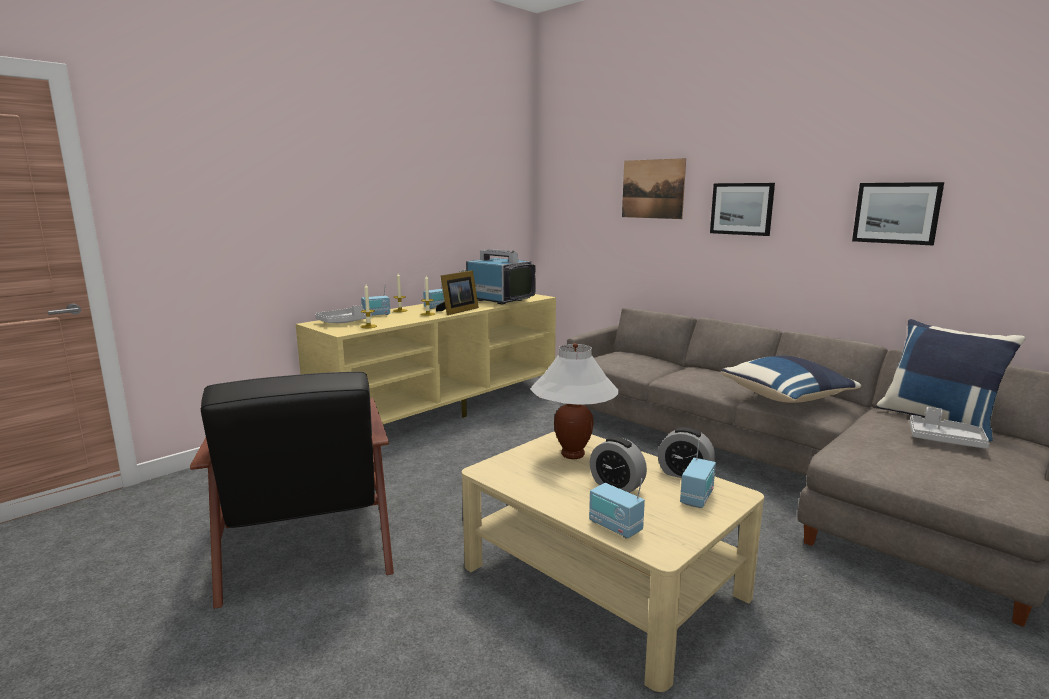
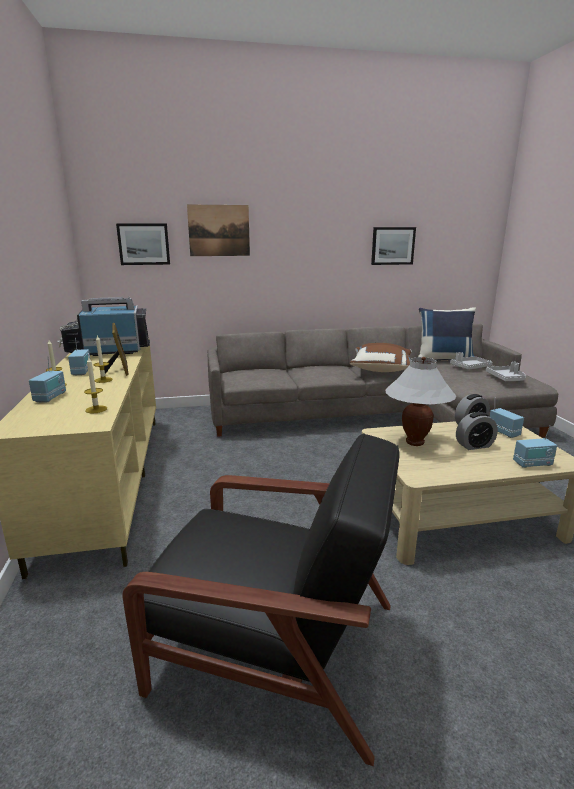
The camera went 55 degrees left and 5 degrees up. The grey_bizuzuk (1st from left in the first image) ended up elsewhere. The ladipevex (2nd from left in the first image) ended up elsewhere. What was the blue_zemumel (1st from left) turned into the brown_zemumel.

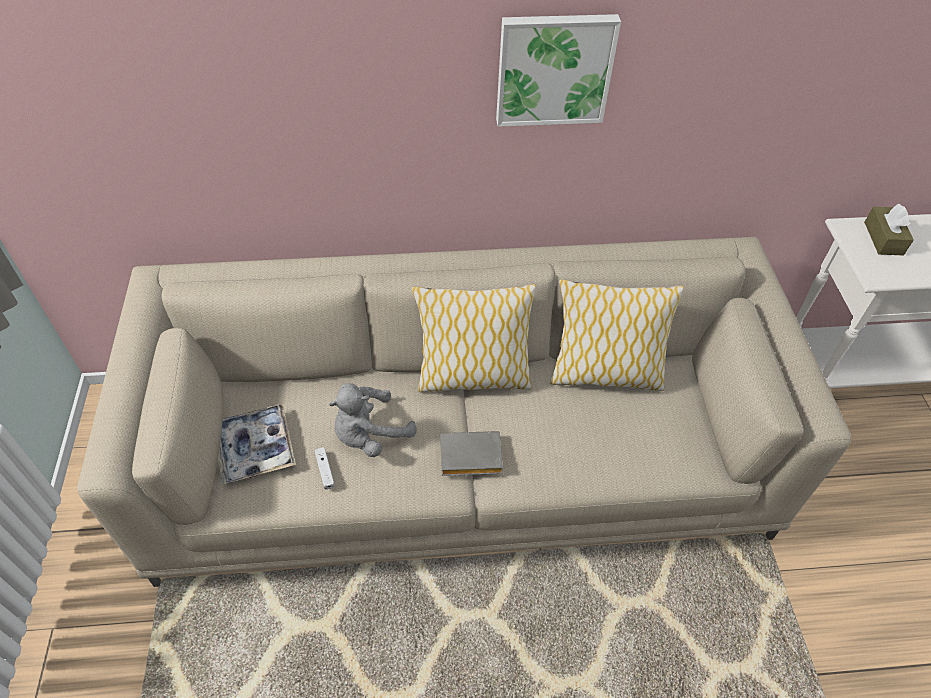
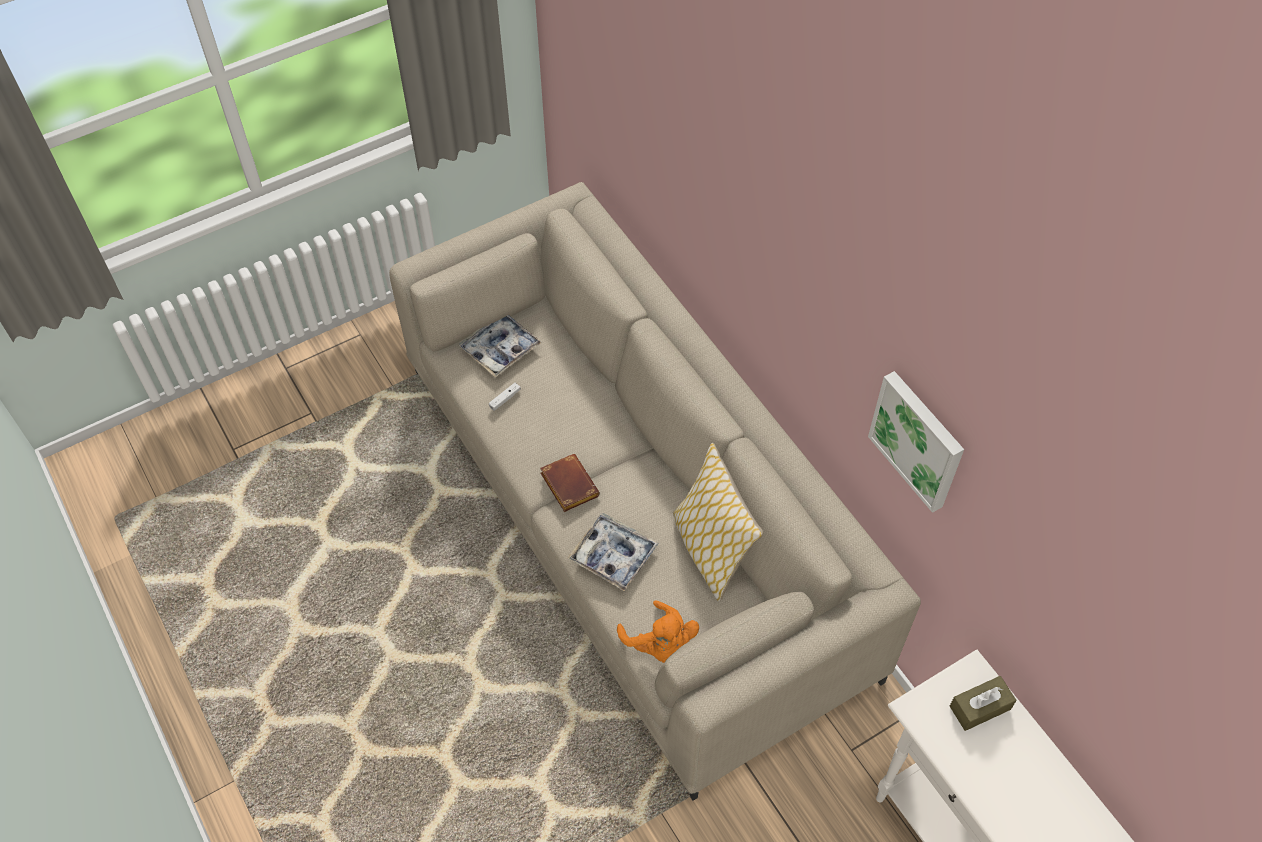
The camera went 65 degrees right and 5 degrees up. The second view lost the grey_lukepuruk. The second view lost the zemumel (1st from left). What was the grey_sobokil turned into the brown_sobokil. The ladipevex ended up elsewhere. The second view gained the bizuzuk (2nd from left). The second view gained the orange_lukepuruk.

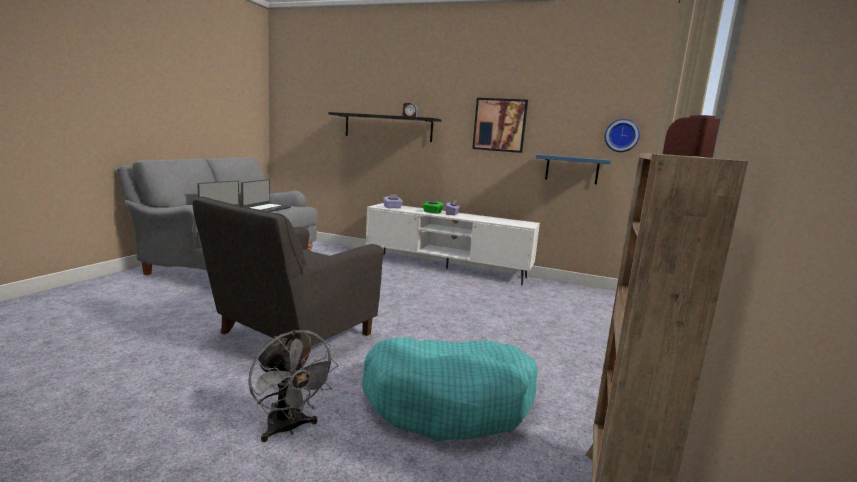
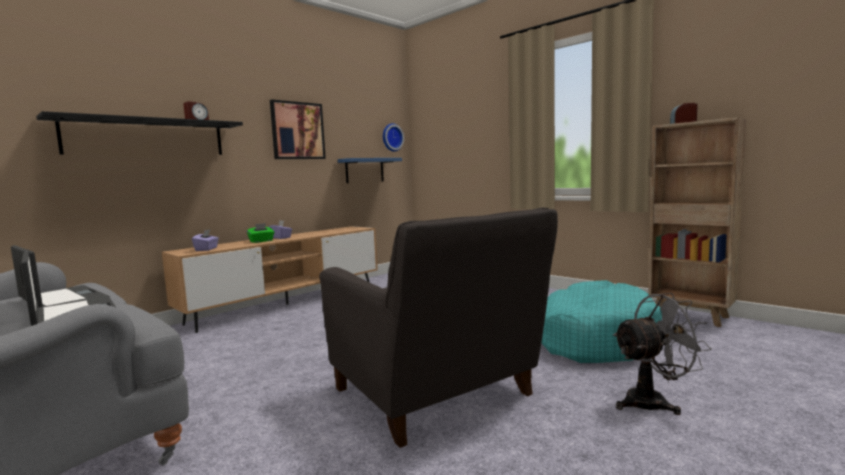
The camera went 65 degrees left and 5 degrees down. What was the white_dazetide turned into the brown_dazetide.

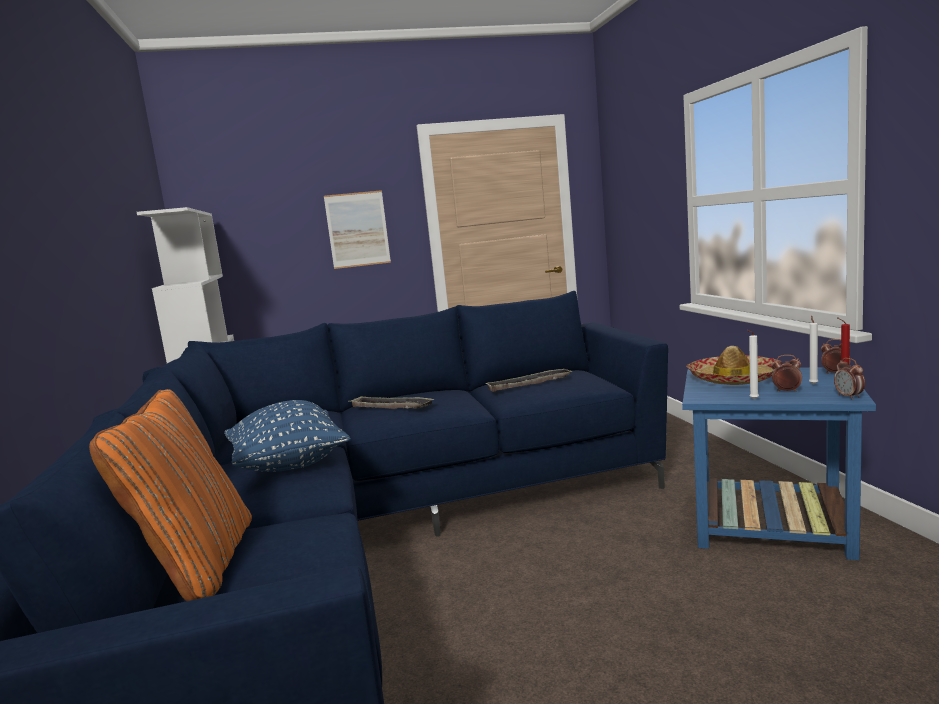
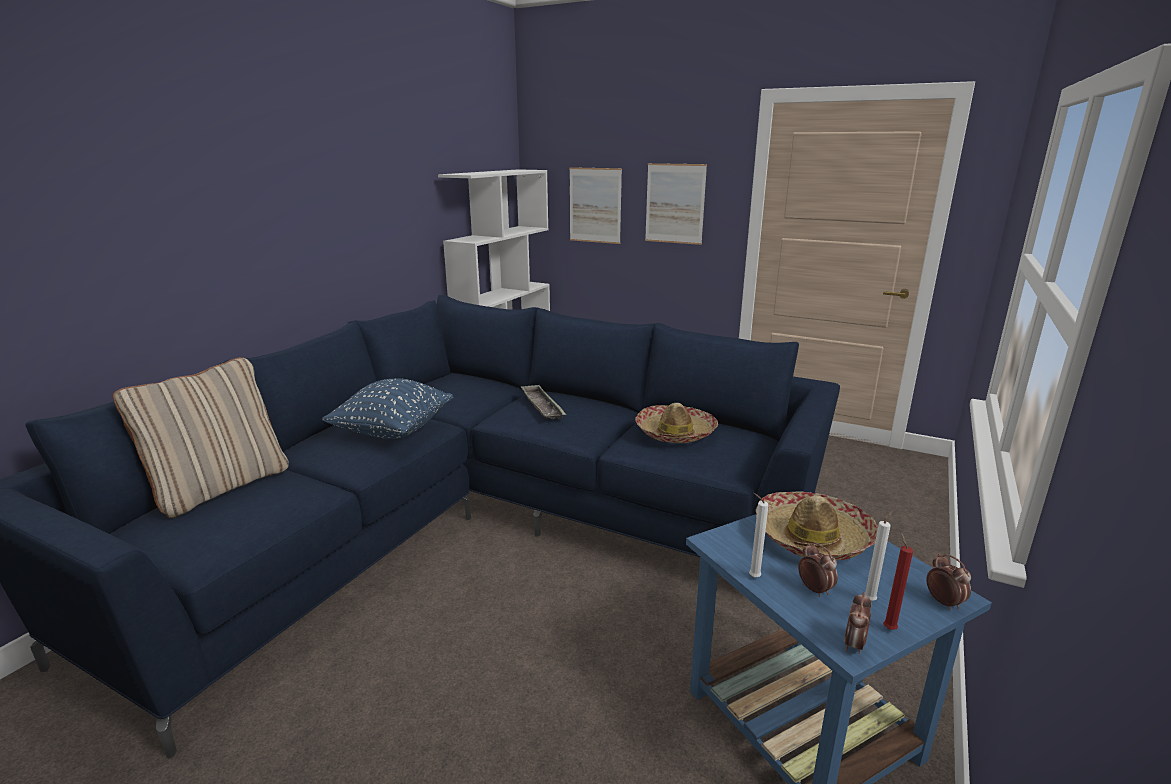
The camera went 40 degrees right and 10 degrees up. What was the orange_zemumel turned into the beige_zemumel. Where the bizuzuk (2nd from left) stood, the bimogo (1st from left) came to stand. The second view gained the ladipevex (1st from left).

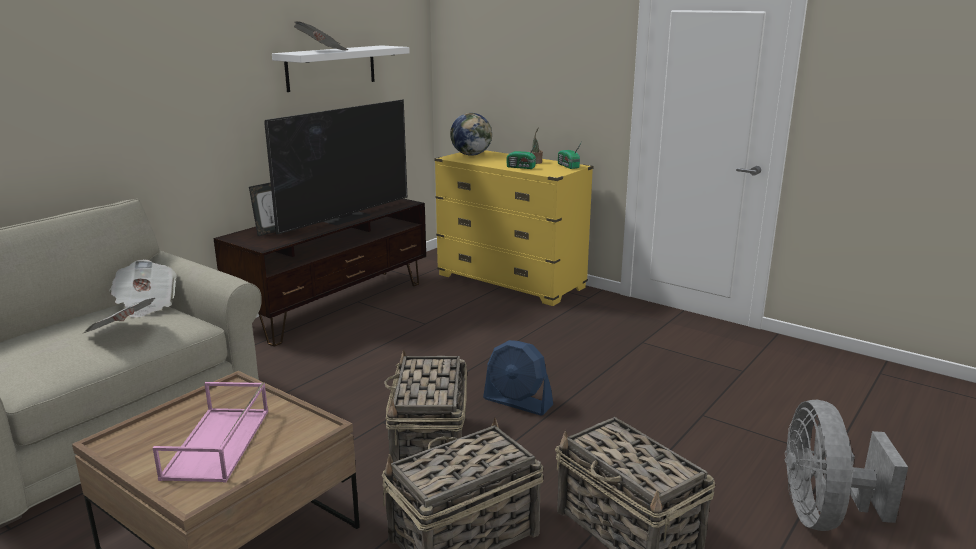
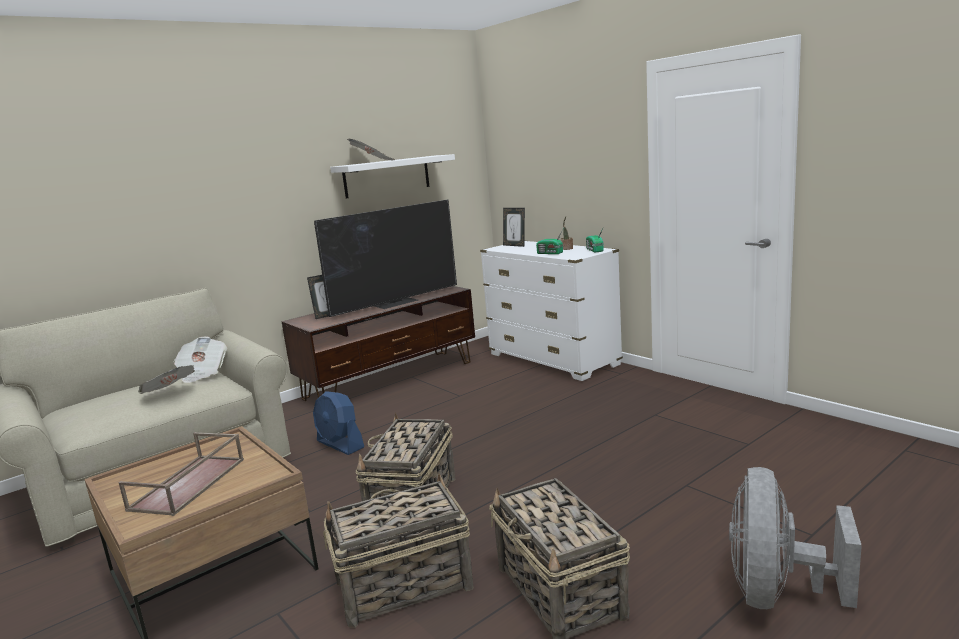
The camera went 15 degrees right and 5 degrees down. What was the pink_bizuzuk turned into the brown_bizuzuk. What was the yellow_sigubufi turned into the white_sigubufi. Where the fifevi stood, the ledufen (2nd from left) came to stand. The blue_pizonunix ended up elsewhere.

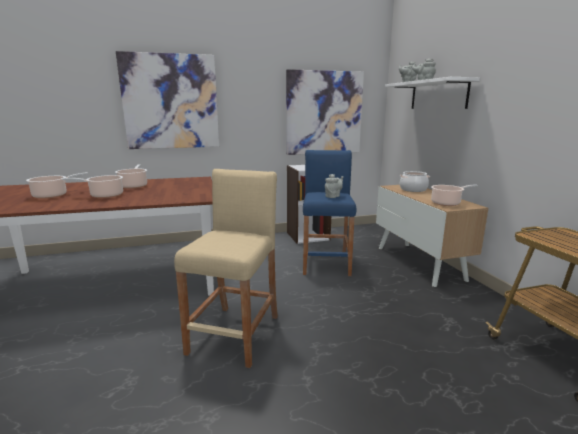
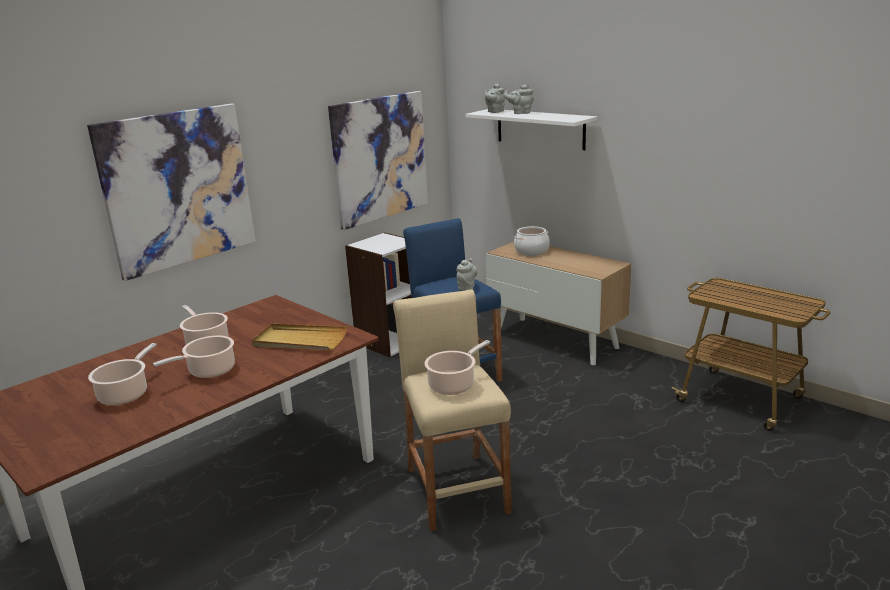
The camera went 30 degrees left and 5 degrees up. The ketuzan (5th from left in the first image) ended up elsewhere. The second view gained the beige_bizuzuk.

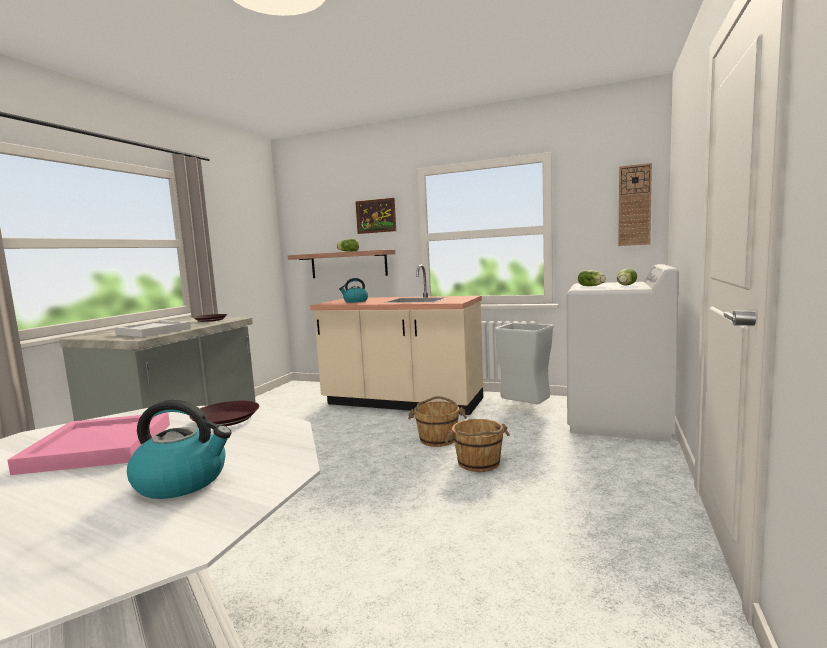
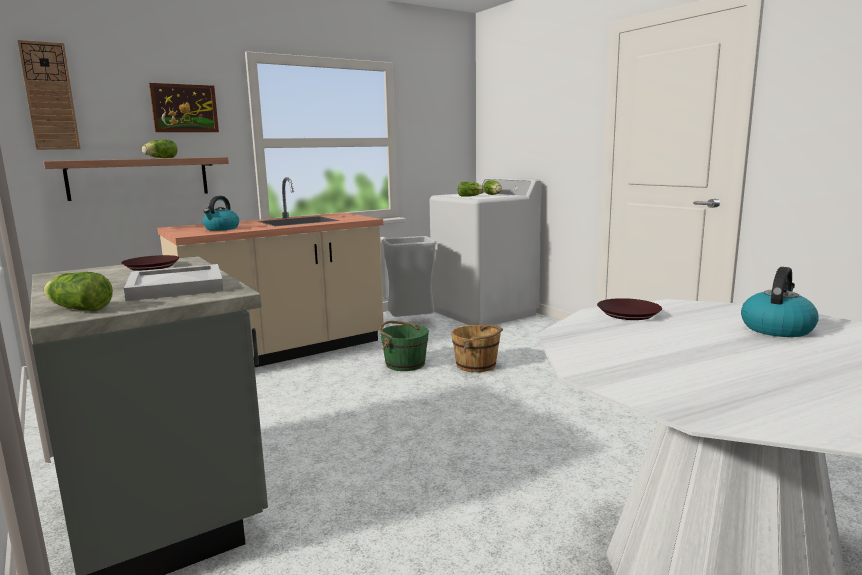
The camera went 55 degrees left and 5 degrees up. The second view lost the pink_bizuzuk. What was the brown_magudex (1st from left) turned into the green_magudex. The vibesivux ended up elsewhere. The second view gained the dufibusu (1st from left).

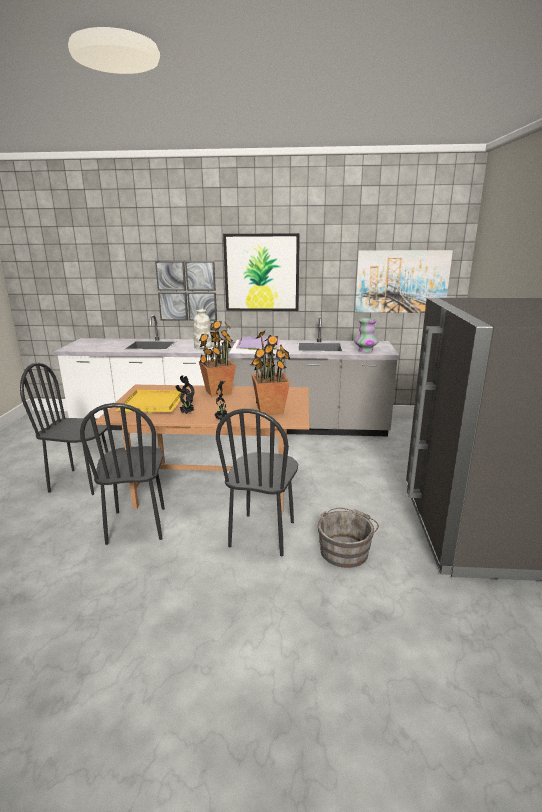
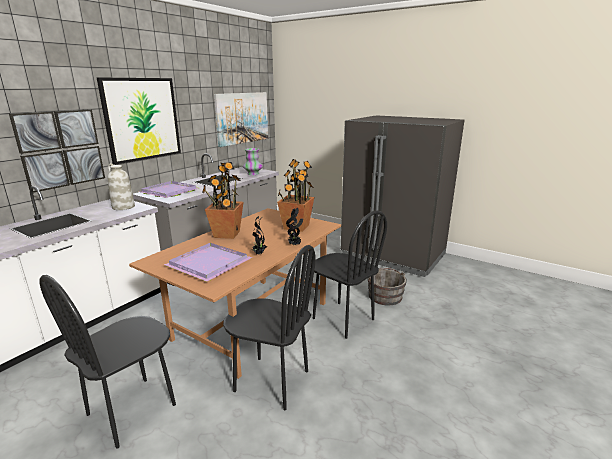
The camera went 60 degrees left and 0 degrees up. What was the yellow_bizuzuk turned into the purple_bizuzuk (2nd from left).

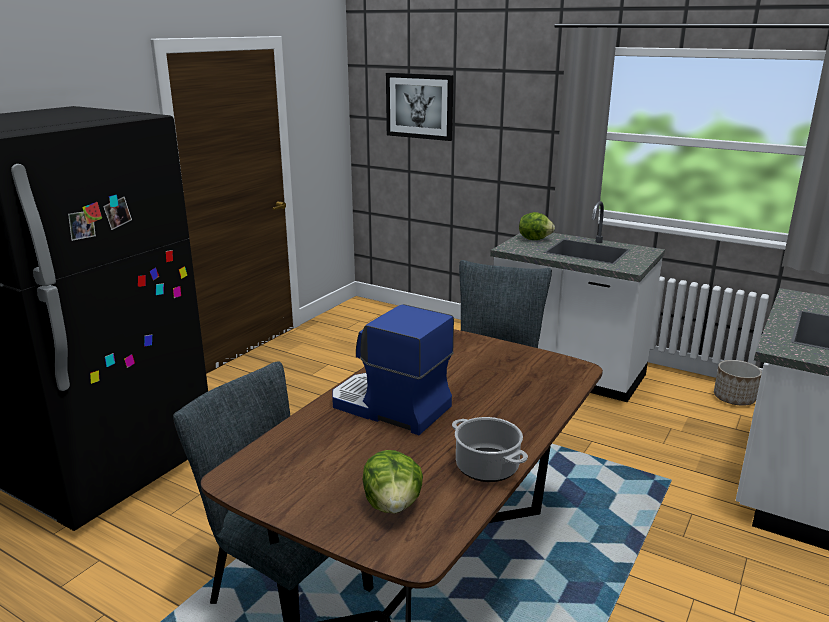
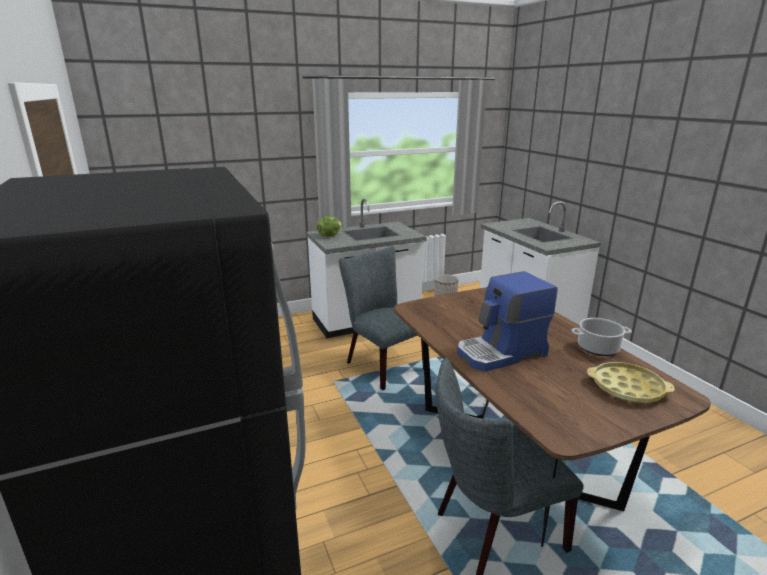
The camera went 55 degrees left and 0 degrees up. Where the dufibusu (1st from left) stood, the yellow_bizuzuk came to stand. The second view lost the ladipevex.

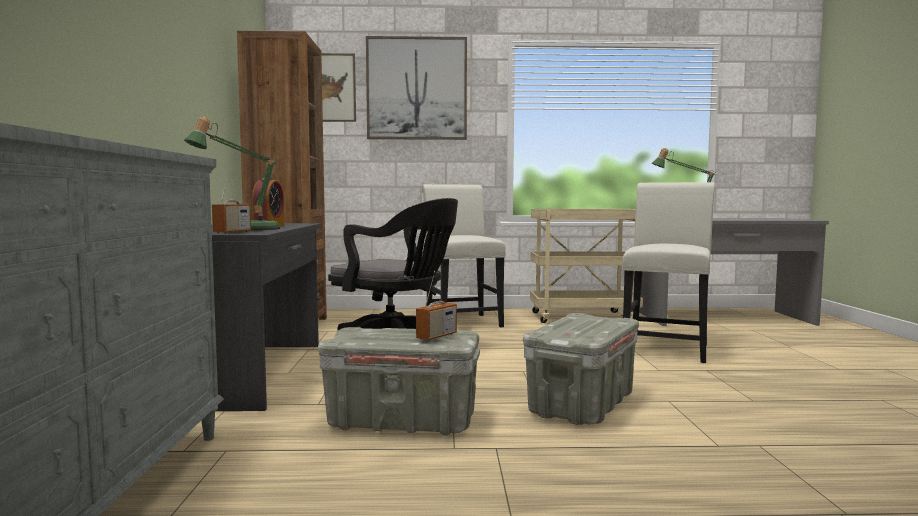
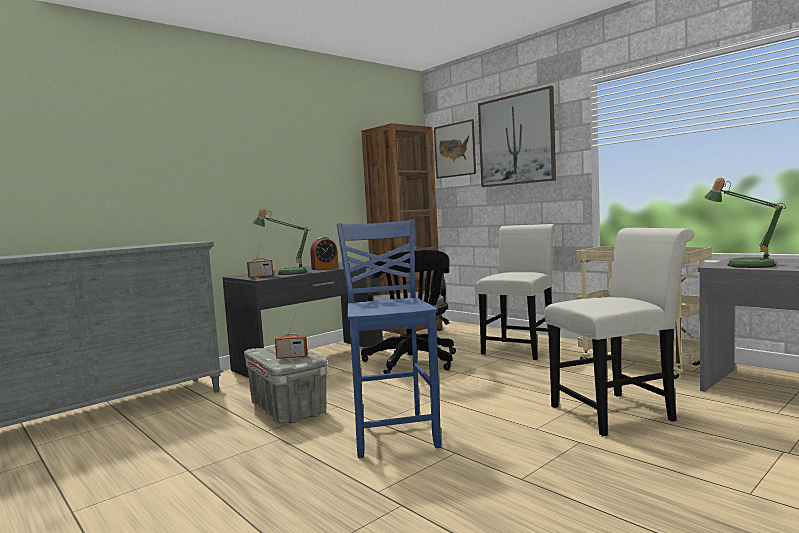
The camera went 50 degrees right and 0 degrees up. Where the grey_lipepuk (2nd from left) stood, the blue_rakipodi came to stand.

